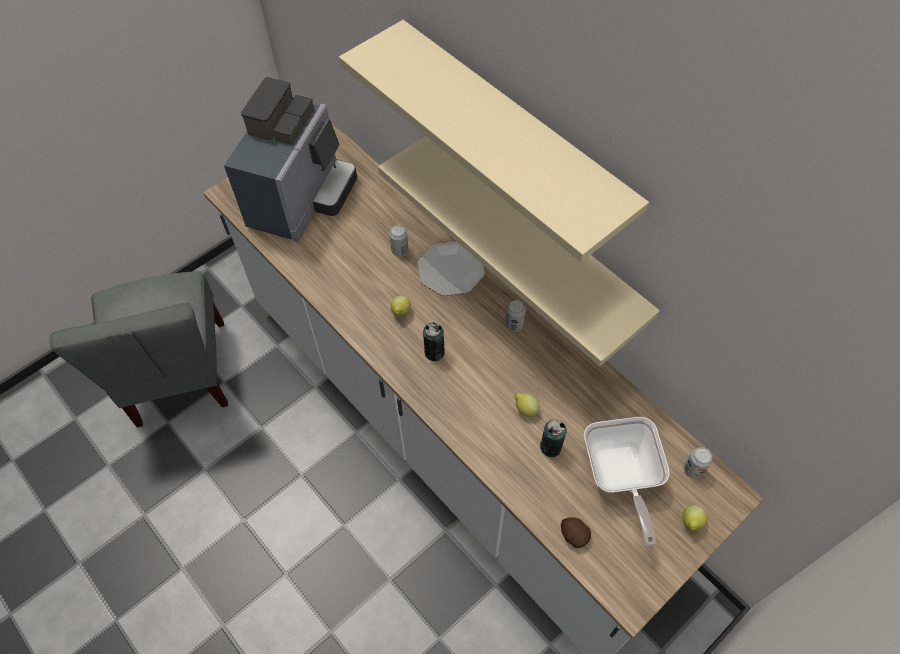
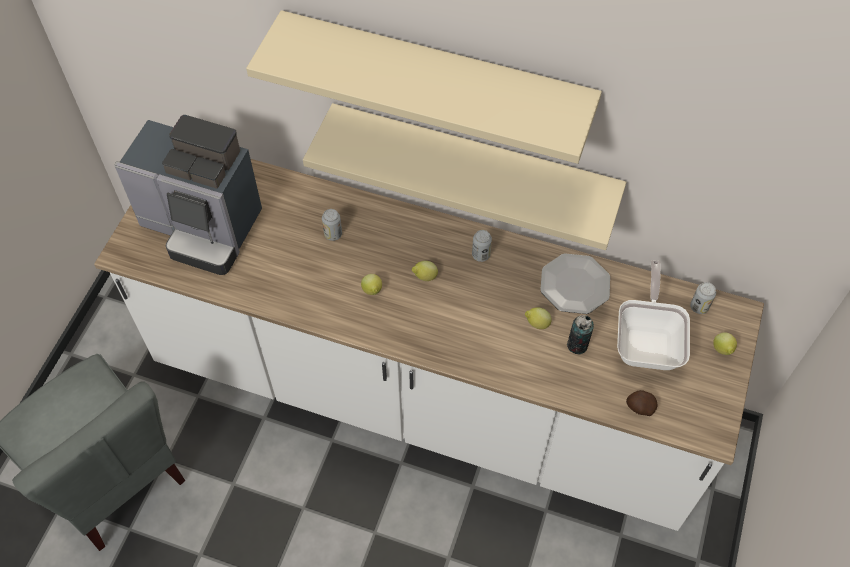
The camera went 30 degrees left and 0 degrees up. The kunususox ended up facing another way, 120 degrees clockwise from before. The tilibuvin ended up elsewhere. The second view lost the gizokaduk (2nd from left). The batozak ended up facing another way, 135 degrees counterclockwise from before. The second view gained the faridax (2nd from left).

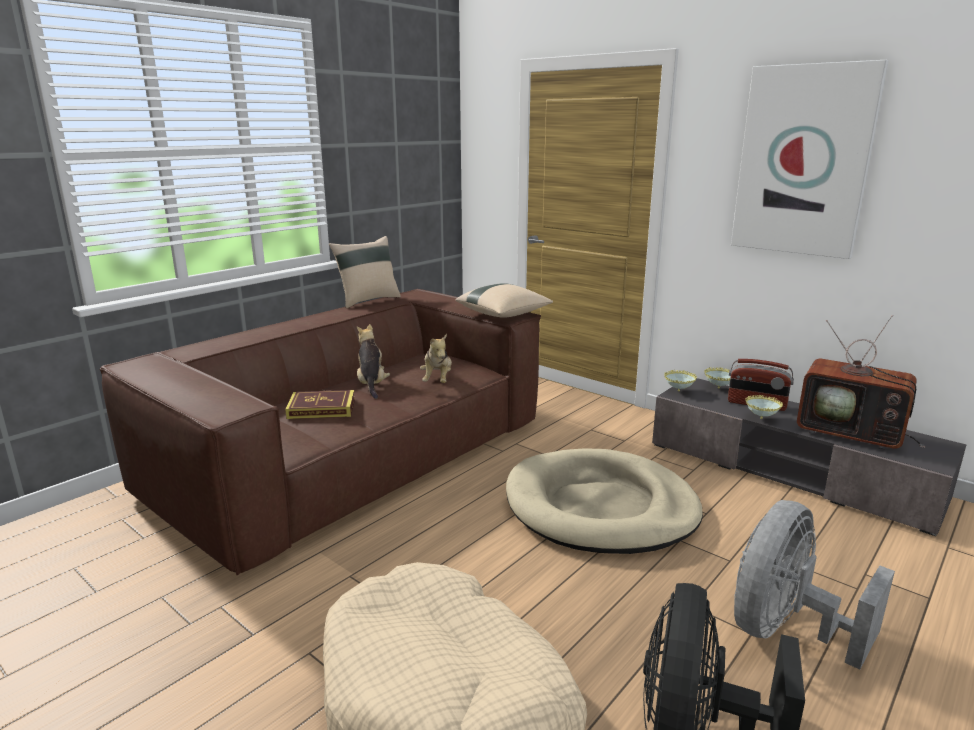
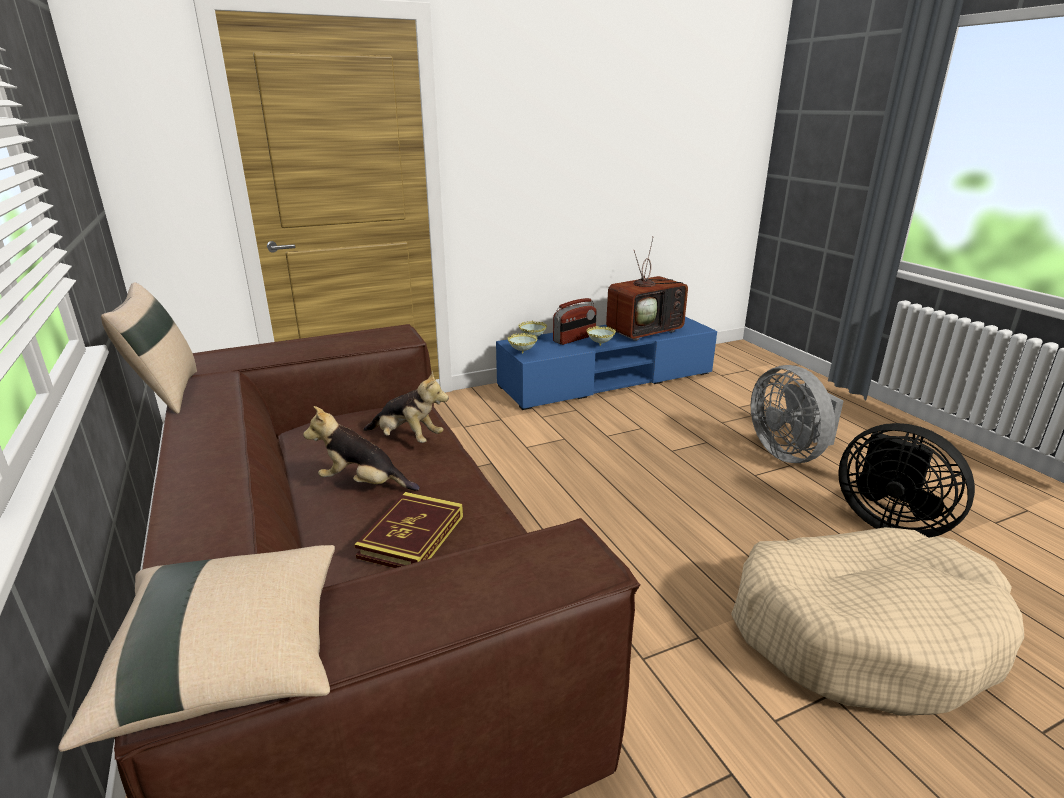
The camera went 65 degrees left and 5 degrees up. The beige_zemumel (2nd from left) ended up elsewhere. The second view lost the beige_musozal (2nd from left). What was the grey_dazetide turned into the blue_dazetide. The second view lost the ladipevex.

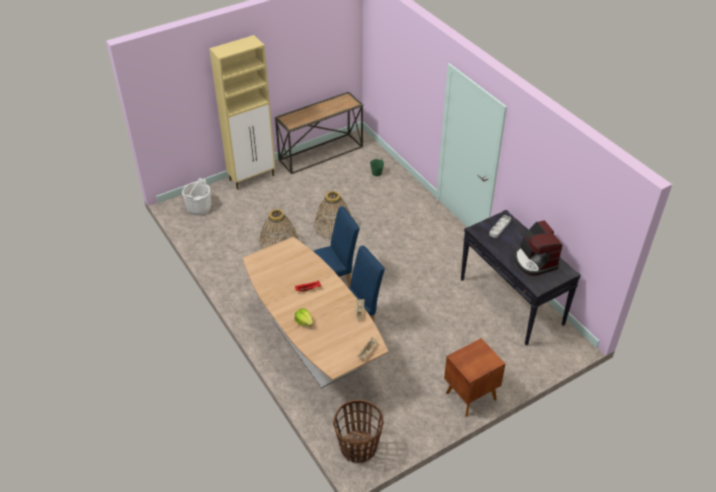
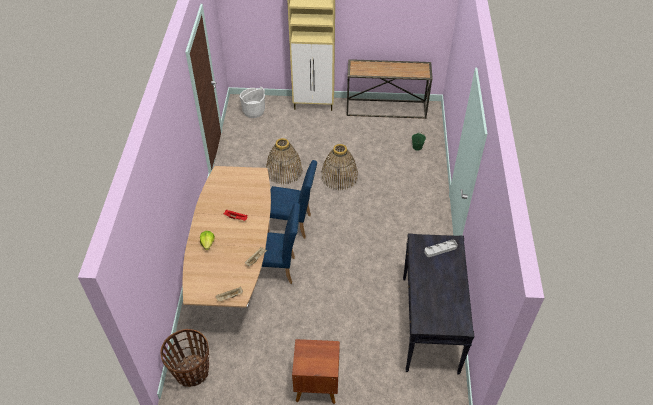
The camera went 35 degrees right and 5 degrees up. The second view lost the kunususox.

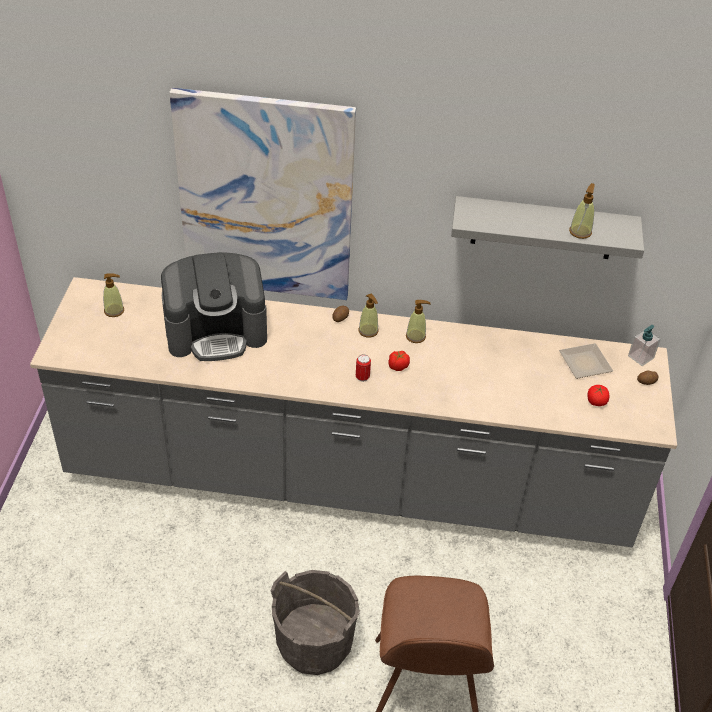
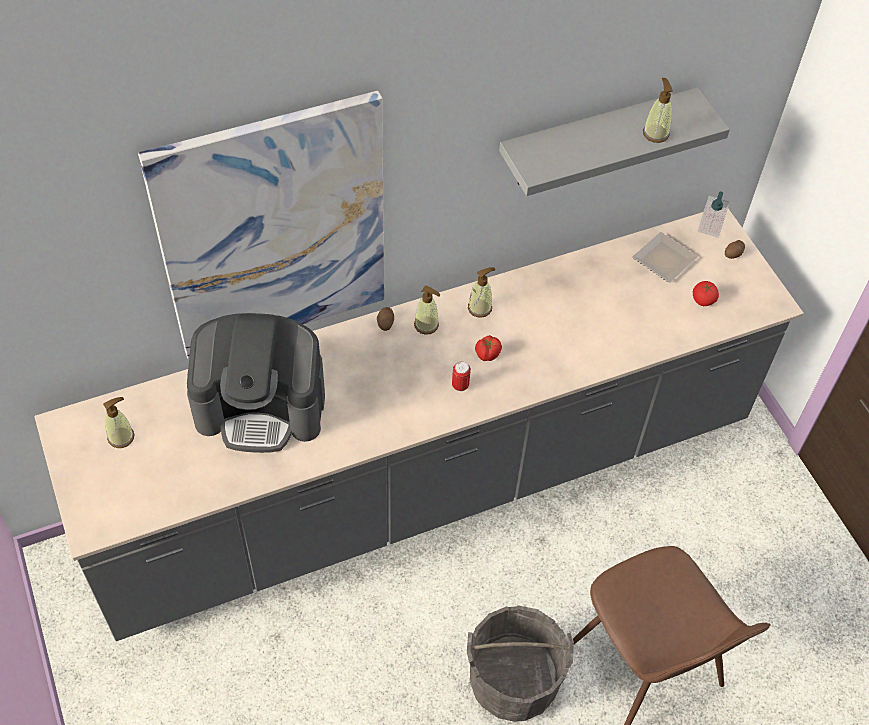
The camera went 30 degrees left and 10 degrees up. The kunususox ended up facing another way, 45 degrees clockwise from before.

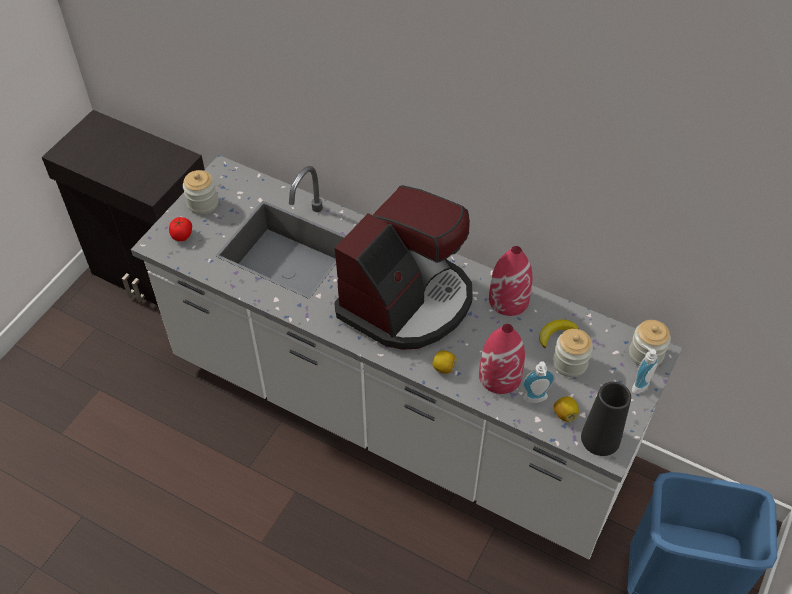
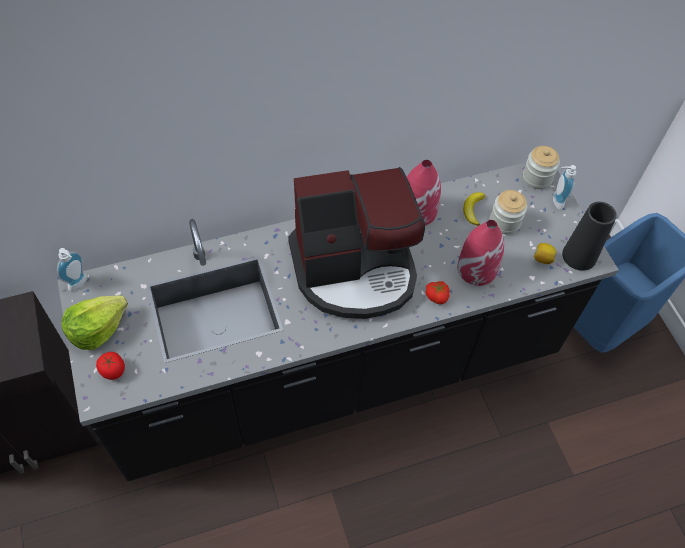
The camera went 50 degrees left and 5 degrees up. What was the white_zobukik turned into the black_zobukik. Where the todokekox (1st from left) stood, the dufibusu came to stand. The kunususox ended up facing another way, 90 degrees clockwise from before. Where the faridax (1st from left) stood, the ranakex (2nd from left) came to stand. The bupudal (1st from left) ended up elsewhere.

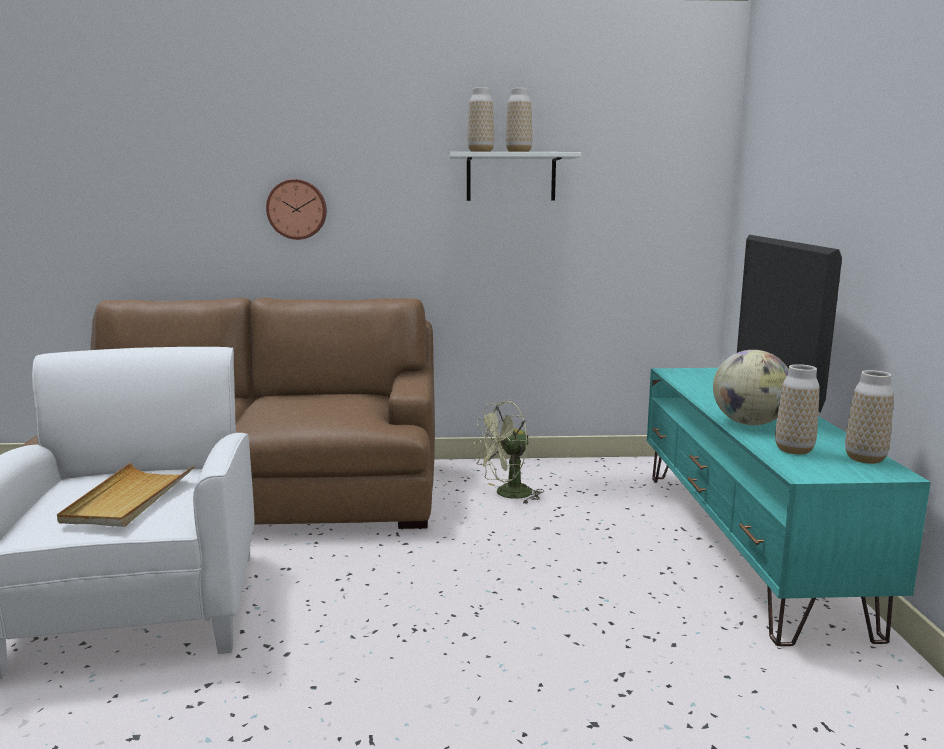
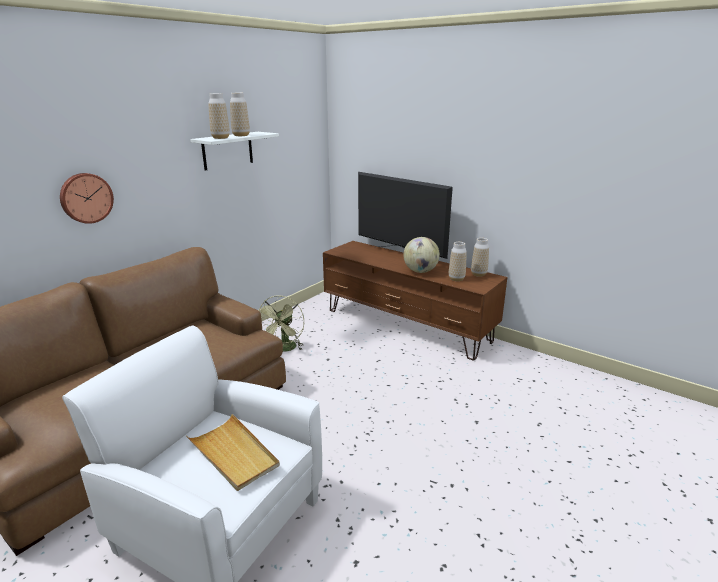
The camera went 50 degrees left and 10 degrees up. What was the turquoise_dazetide turned into the brown_dazetide.

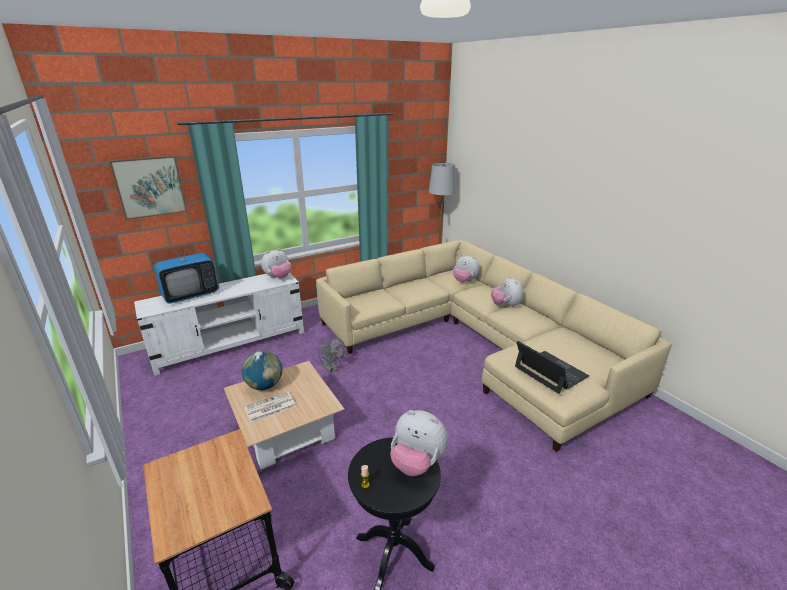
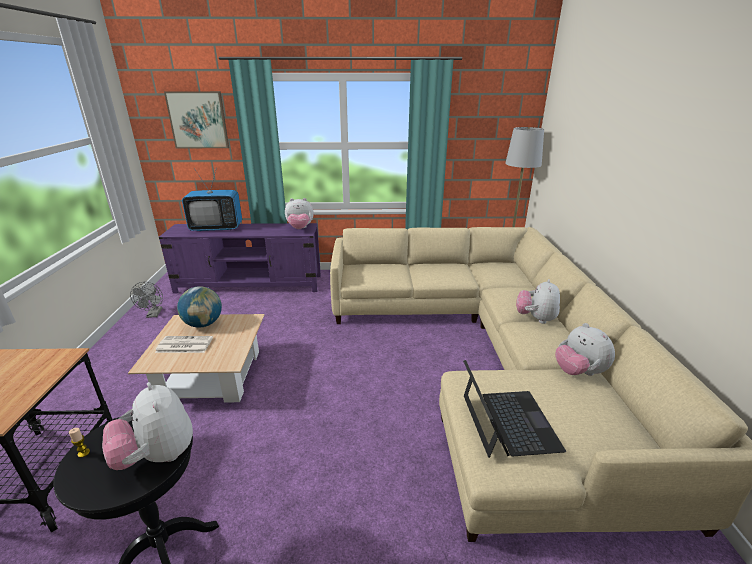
The camera went 30 degrees right and 0 degrees up. What was the white_dazetide turned into the purple_dazetide. The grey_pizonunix ended up elsewhere. The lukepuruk (3rd from left in the first image) ended up elsewhere.

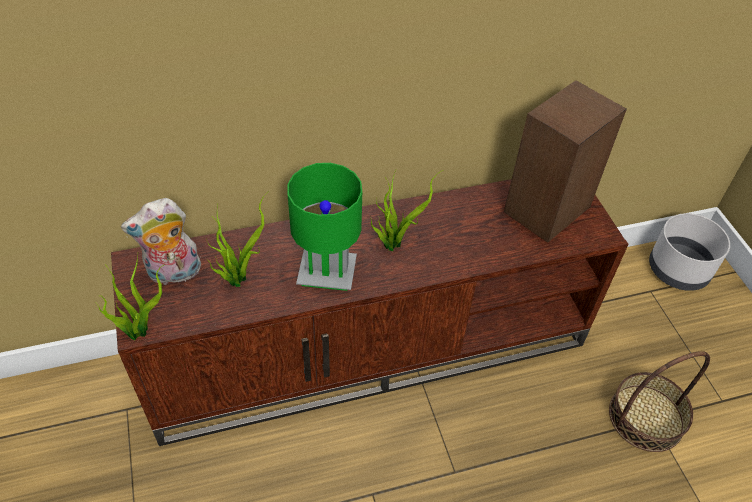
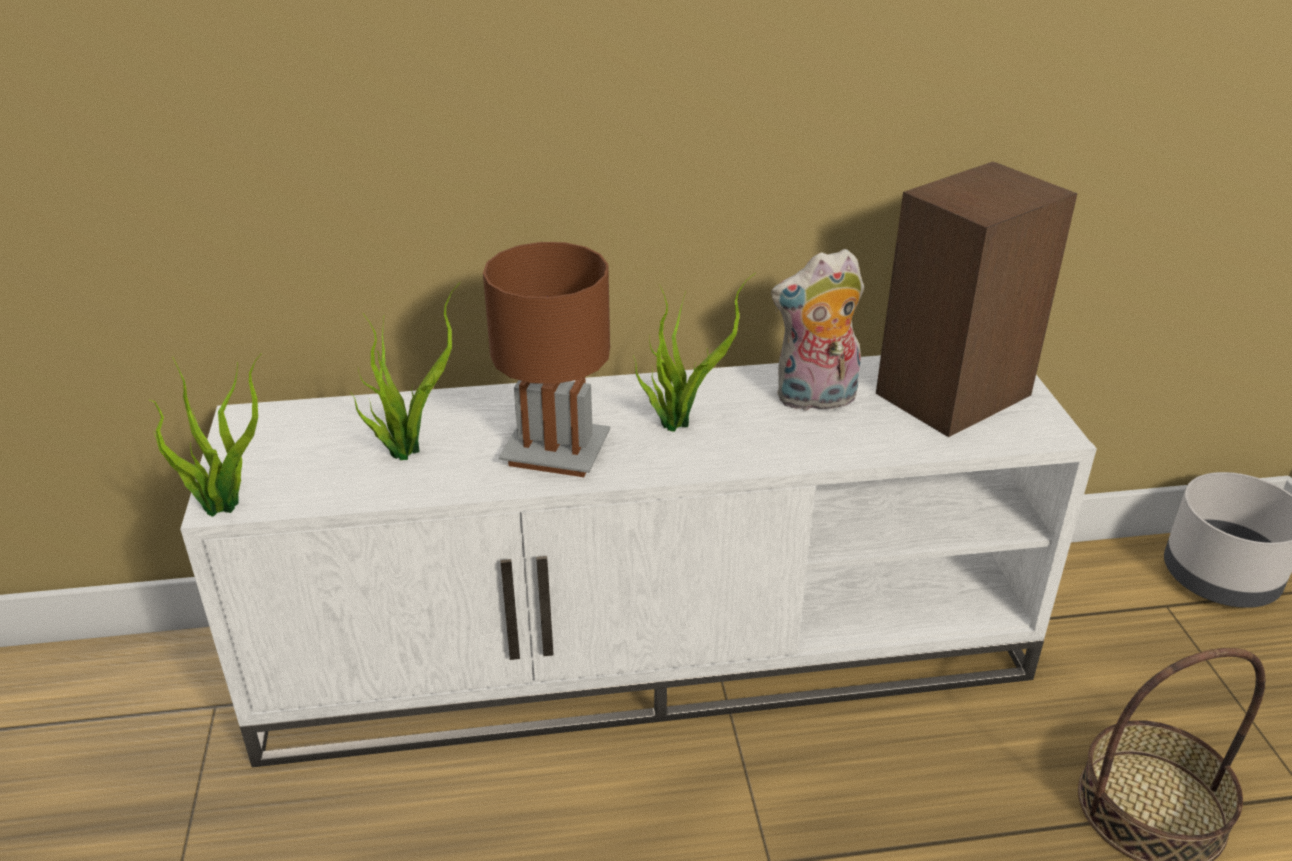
The camera went 10 degrees right and 15 degrees down. What was the brown_dazetide turned into the white_dazetide. The lukepuruk ended up elsewhere. What was the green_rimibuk turned into the brown_rimibuk.

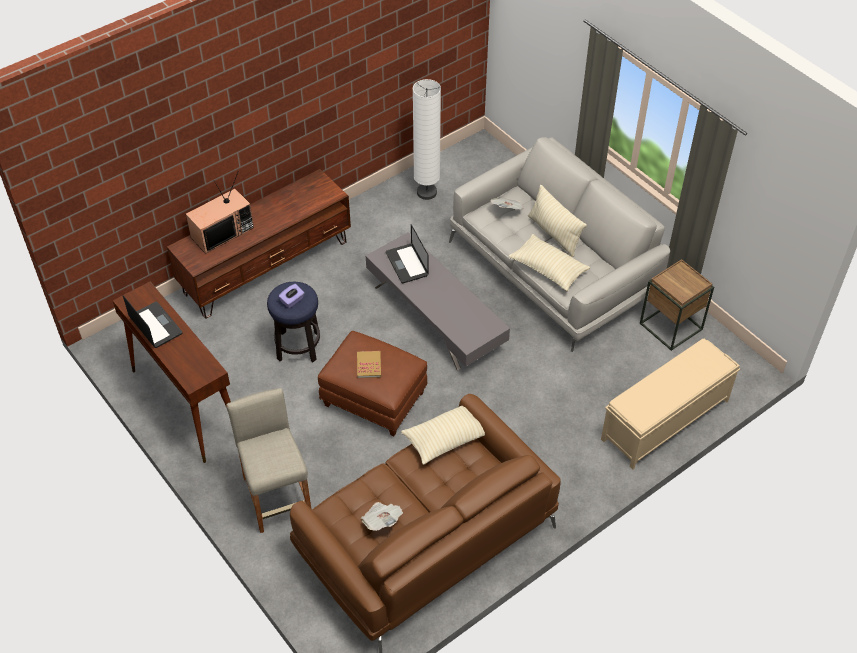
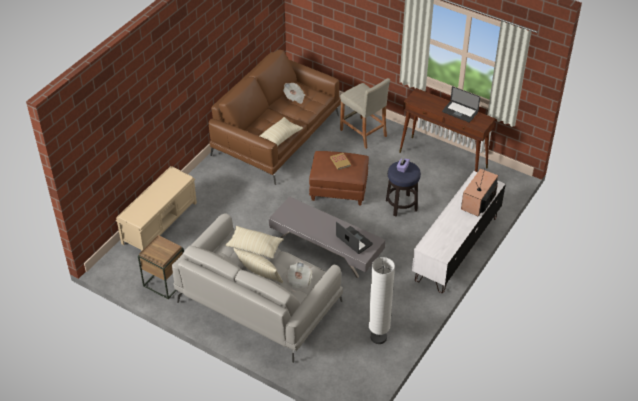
The camera went 160 degrees right and 5 degrees down. What was the brown_dazetide turned into the white_dazetide.

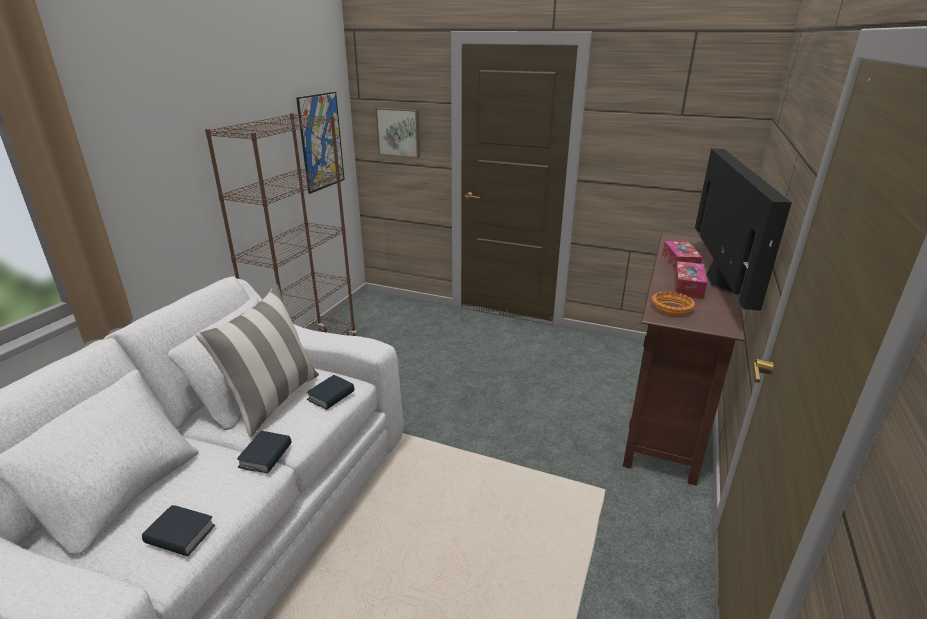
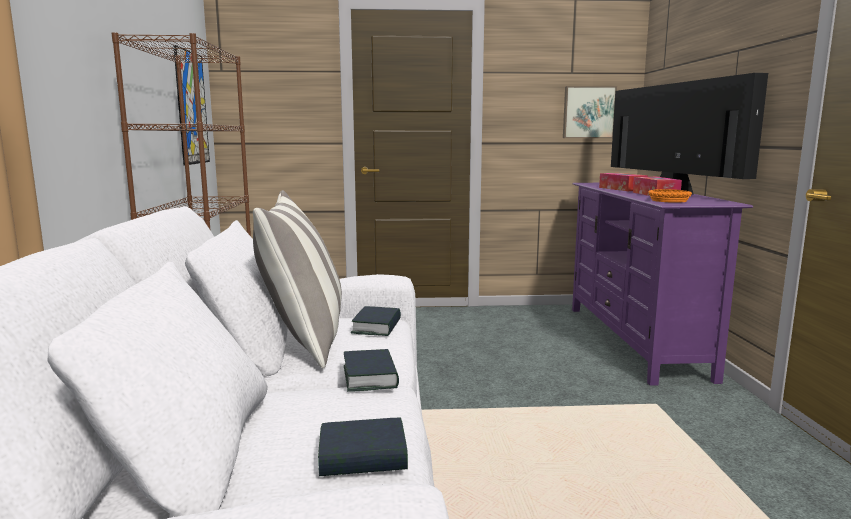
The camera went 25 degrees left and 15 degrees down. The ladipevex (2nd from left) ended up elsewhere. What was the brown_dazetide turned into the purple_dazetide.

